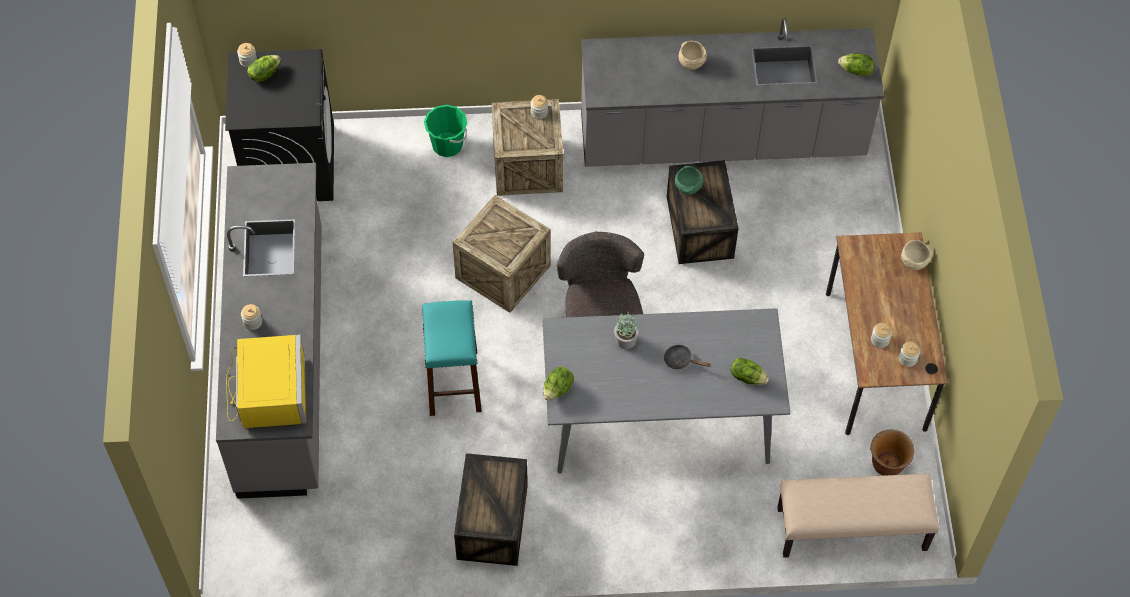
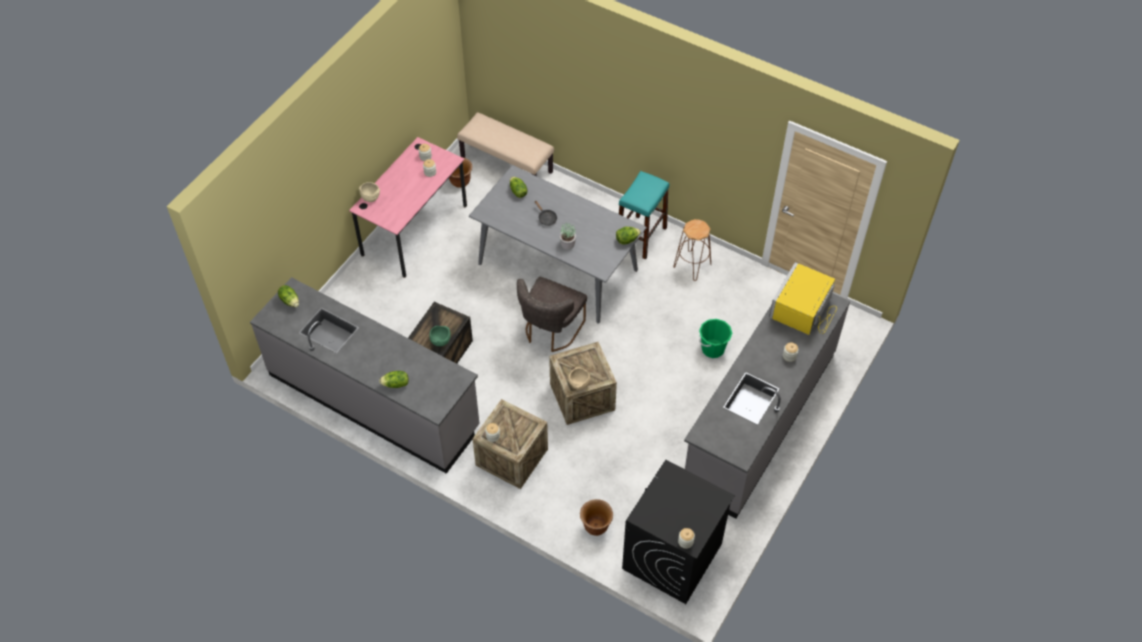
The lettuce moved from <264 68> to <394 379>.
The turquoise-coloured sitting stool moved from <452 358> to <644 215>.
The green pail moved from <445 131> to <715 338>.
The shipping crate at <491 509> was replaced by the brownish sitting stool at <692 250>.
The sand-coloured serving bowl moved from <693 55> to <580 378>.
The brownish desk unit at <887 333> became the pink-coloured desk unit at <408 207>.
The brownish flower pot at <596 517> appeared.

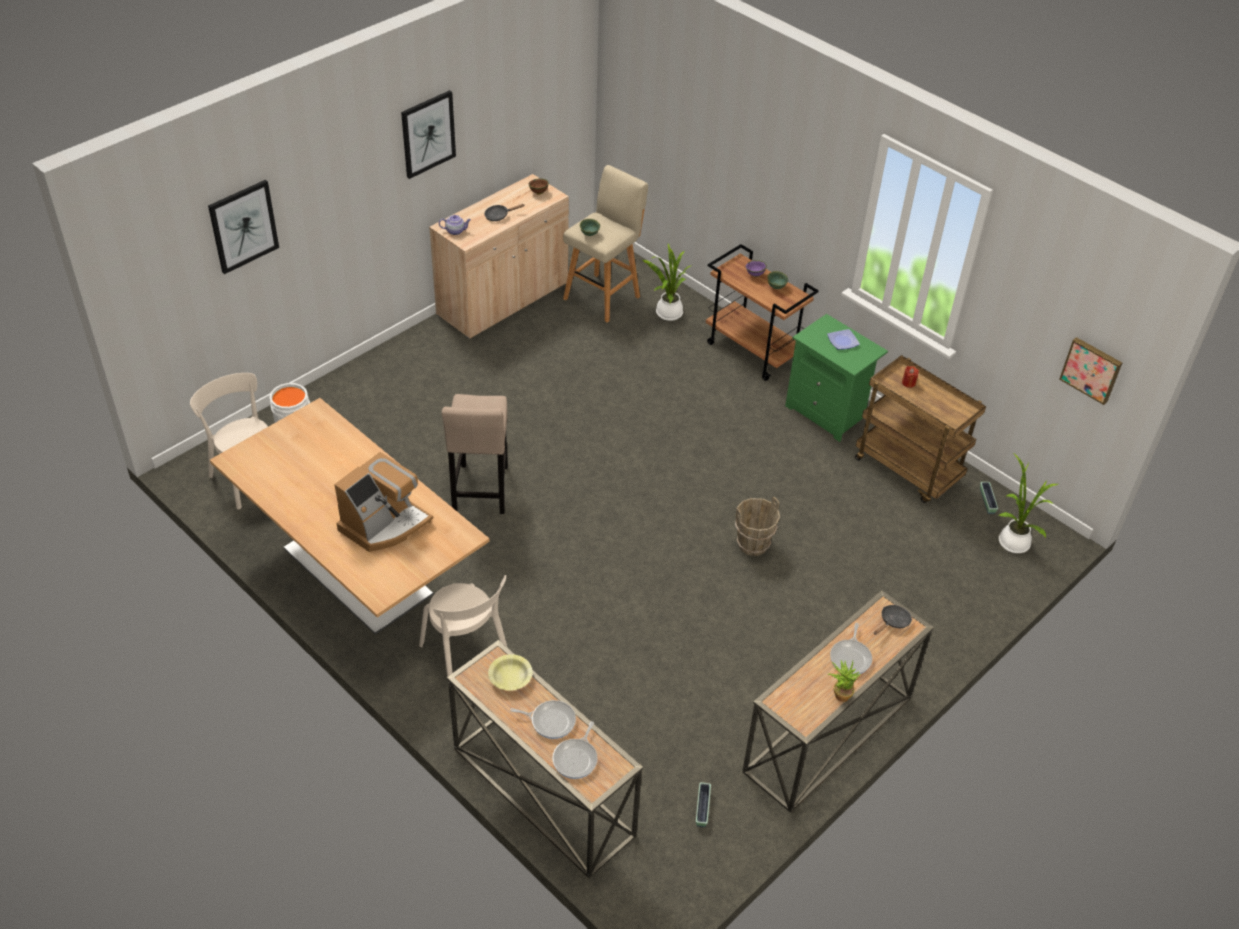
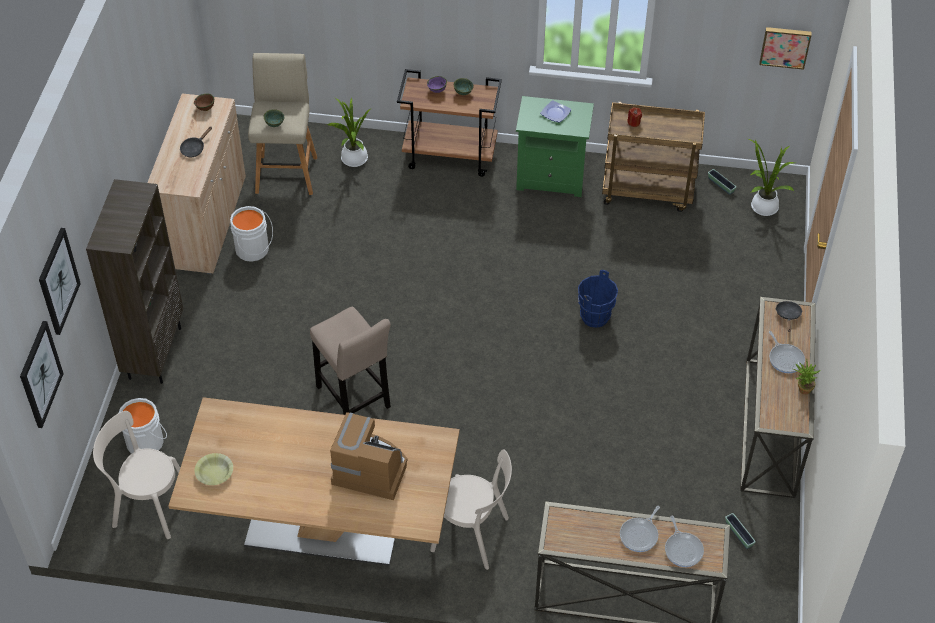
The coffee maker at <383 502> turned 75 degrees counterclockwise.
The wall picture moved from <428 134> to <42 374>.
The pot for tea at <455 225> disappeared.
The yellowish serving bowl moved from <510 672> to <213 469>.
The pan at <543 719> turned 150 degrees clockwise.
The brownish pail at <757 526> became the bluish pail at <598 299>.
The brownish bookshelf at <135 281> appeared.
The white-coloured pail at <251 234> appeared.

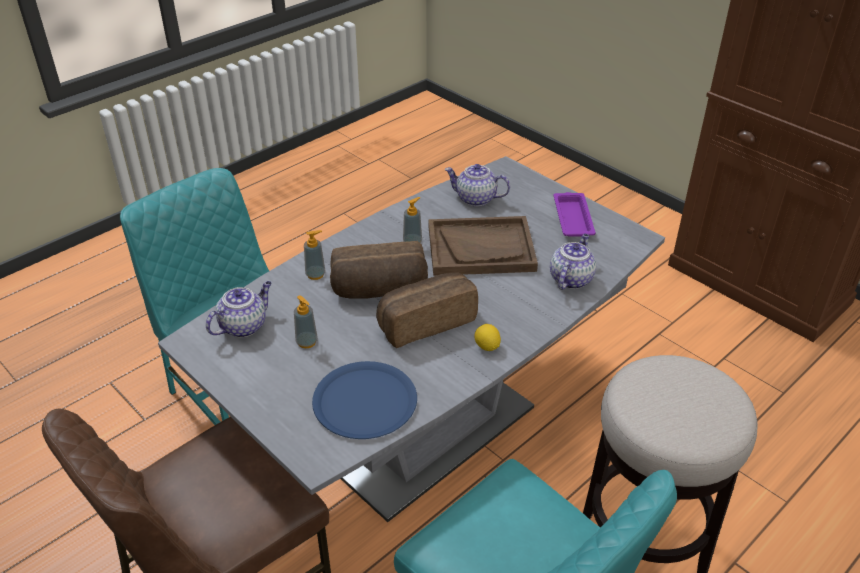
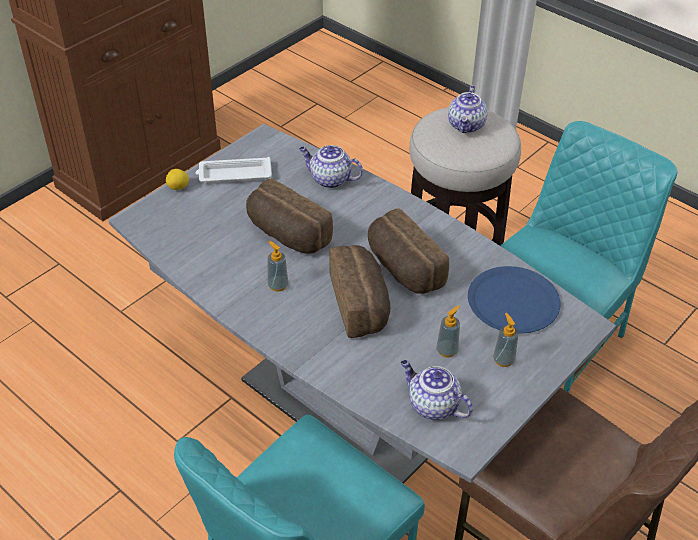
The soap bottle moved from <314 255> to <506 340>.
The brownish carrying tray at <483 246> was replaced by the baked bread at <289 216>.
The pot for tea moved from <477 185> to <467 109>.
The citrus fruit moved from <487 337> to <177 179>.
The purple-coloured carrying tray at <575 214> became the white-coloured carrying tray at <234 170>.

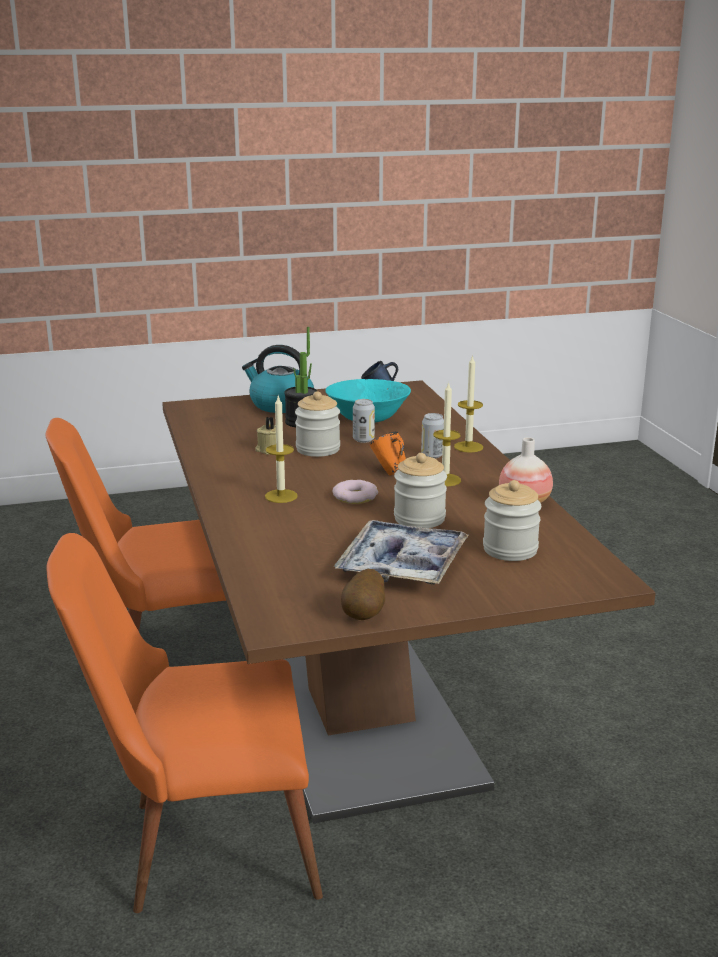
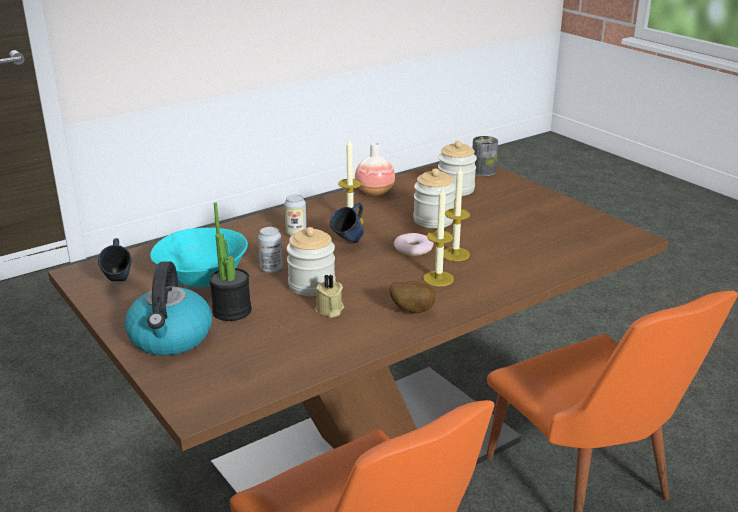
The carrying tray at <401 552> disappeared.
The spud moved from <363 594> to <413 297>.
The orange tea mug at <388 454> became the bluish tea mug at <347 223>.
The wax candle moved from <468 404> to <456 214>.
The sealed can at <485 156> appeared.

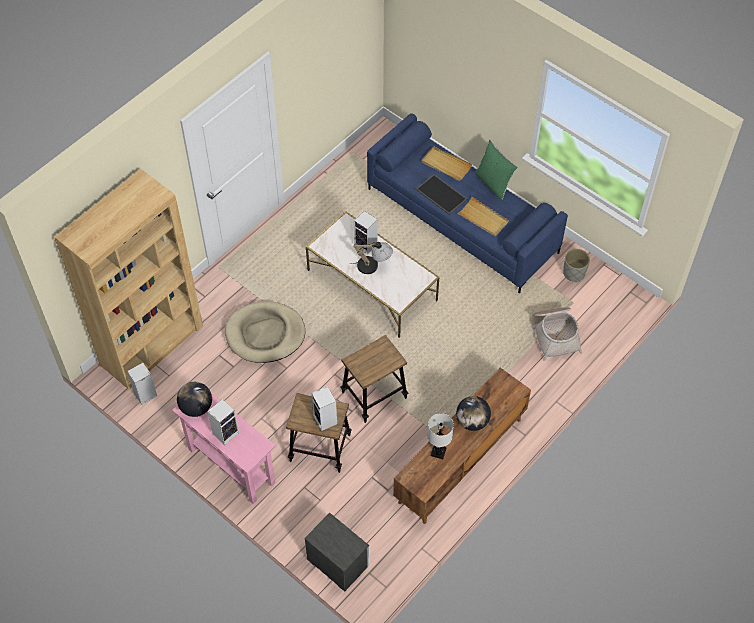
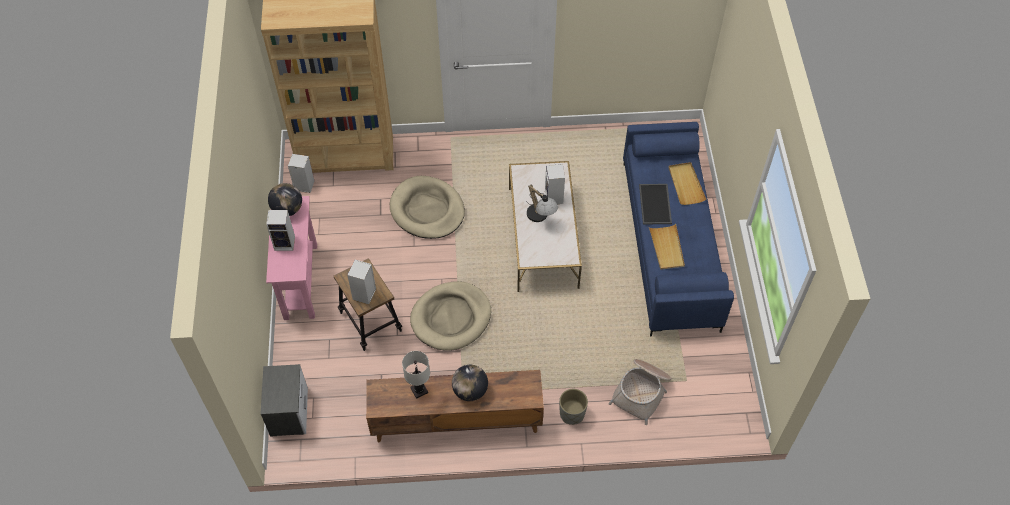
The sitting stool at <374 379> was replaced by the sand-coloured pet bed at <450 316>.
The green pillow at <496 170> disappeared.
The gray flower pot moved from <576 265> to <573 407>.

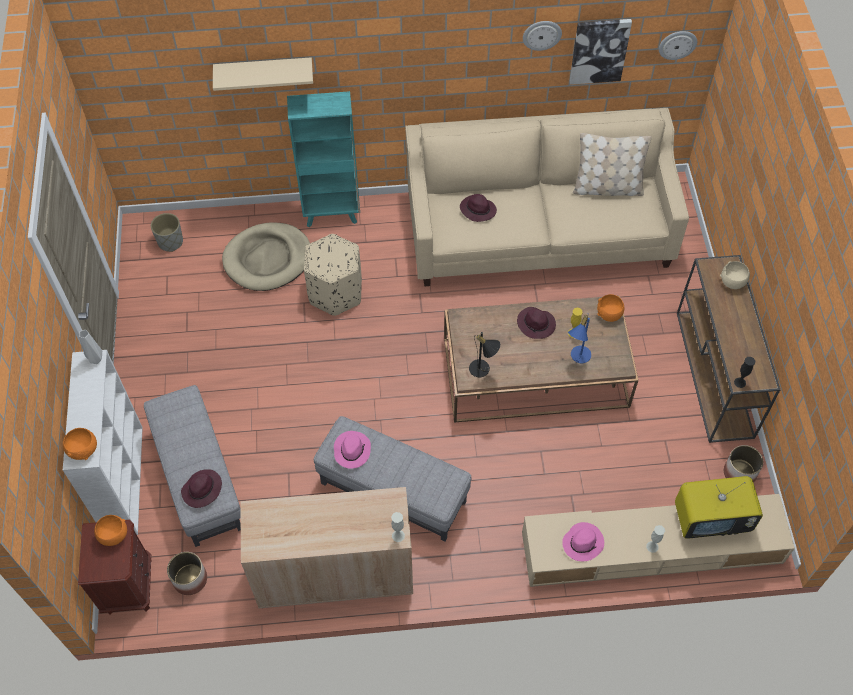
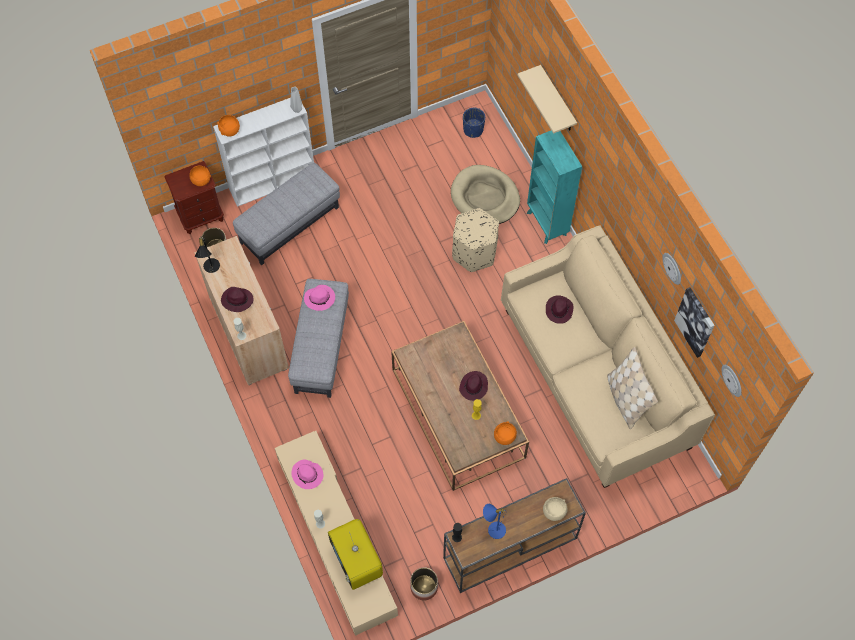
The gray flower pot at <167 232> became the bluish flower pot at <474 123>.
The purple-coloured wearable hat moved from <201 488> to <237 299>.
The black lamp for a table moved from <484 354> to <207 255>.
The bluish lamp for a table moved from <579 338> to <494 521>.

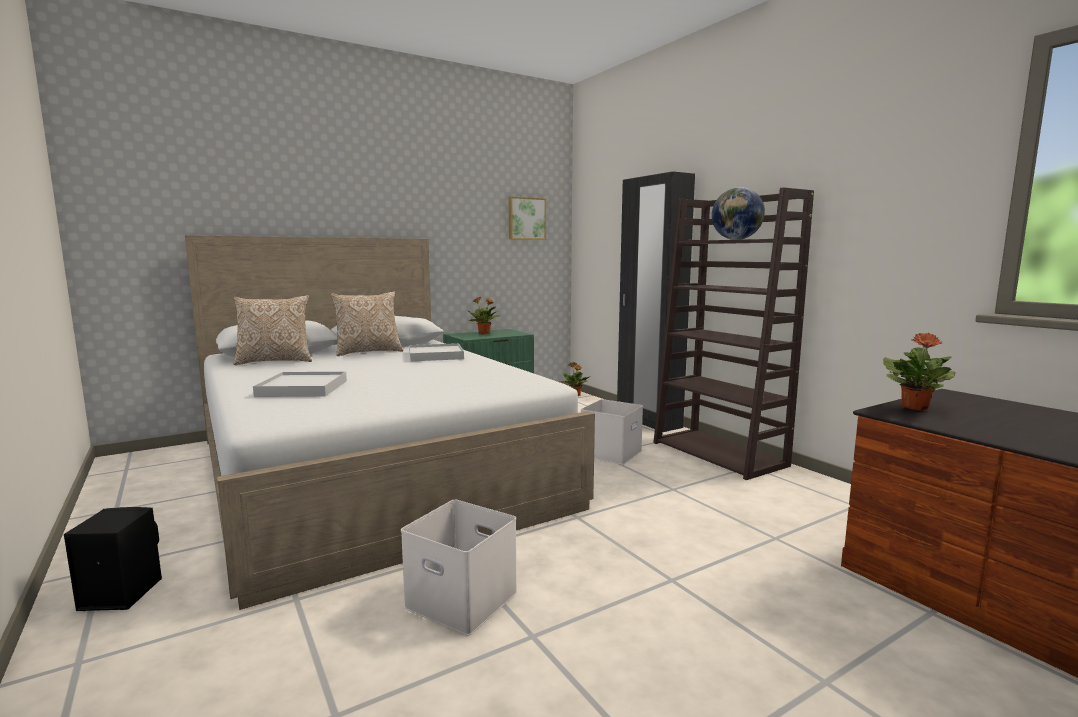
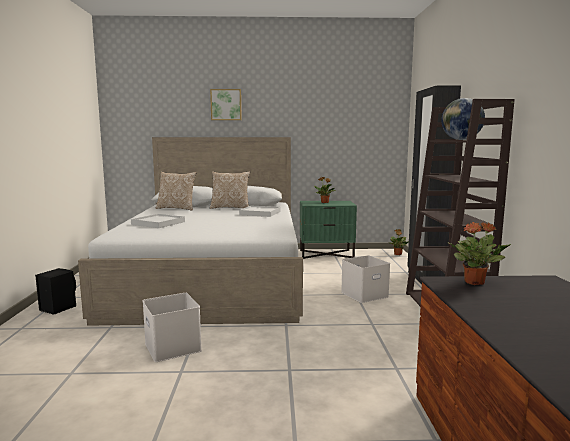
The wall picture moved from <527 218> to <226 104>.

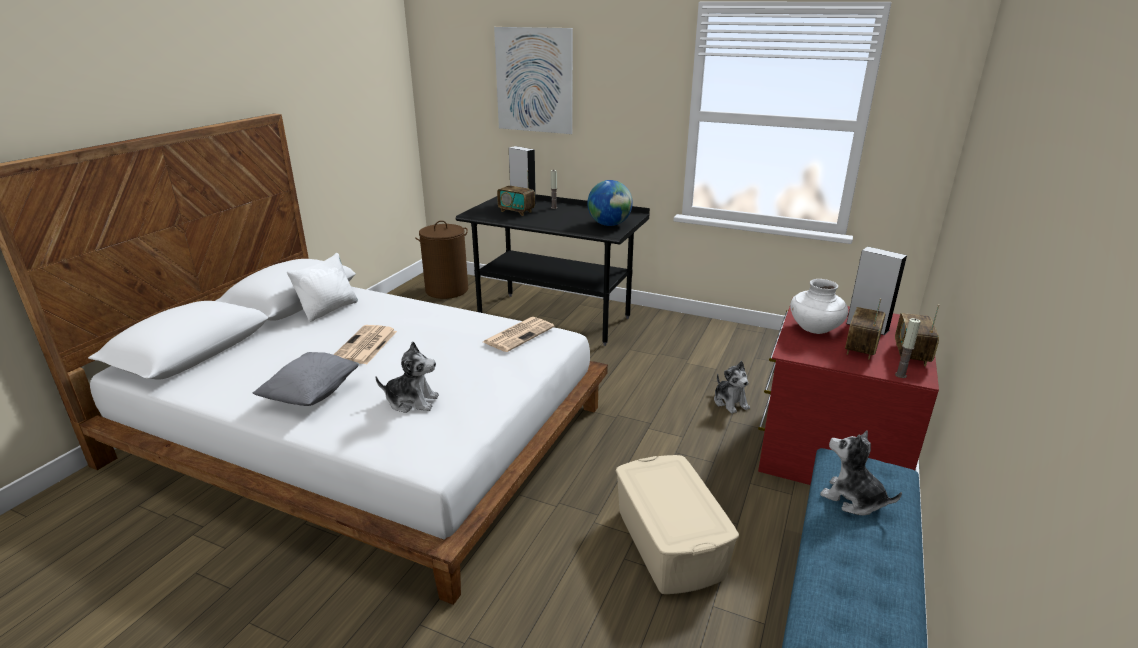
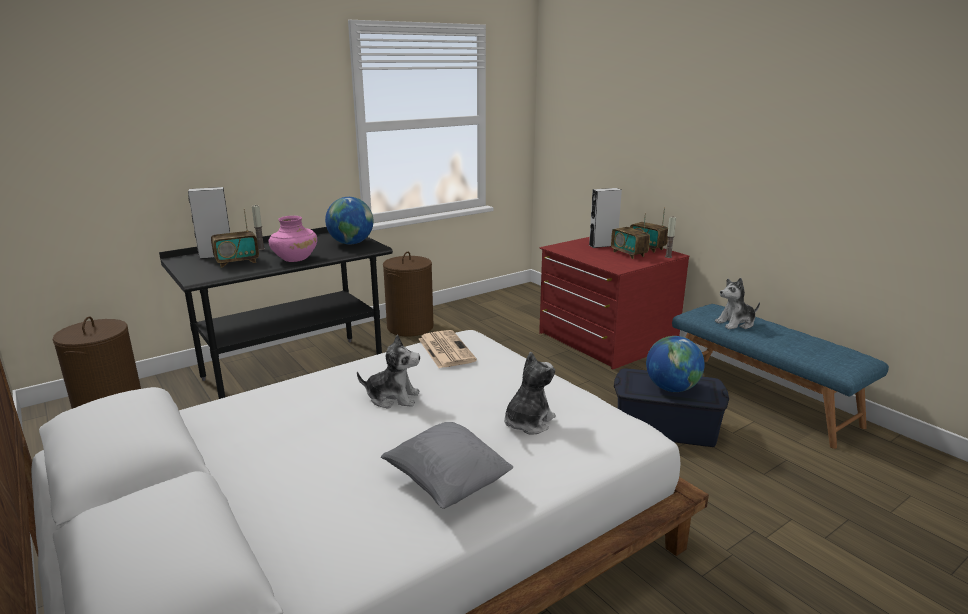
The white-coloured pillow at <322 287> disappeared.
The daily paper at <365 344> disappeared.
The wall picture at <533 80> disappeared.
The sand-coloured storage bin at <677 524> became the bluish storage bin at <671 407>.
The cuddly toy moved from <732 387> to <388 371>.
The white-coloured decorative vase at <819 306> disappeared.
The pink-coloured decorative vase at <293 239> appeared.
The brownish laundry basket at <408 294> appeared.
The globe at <675 364> appeared.

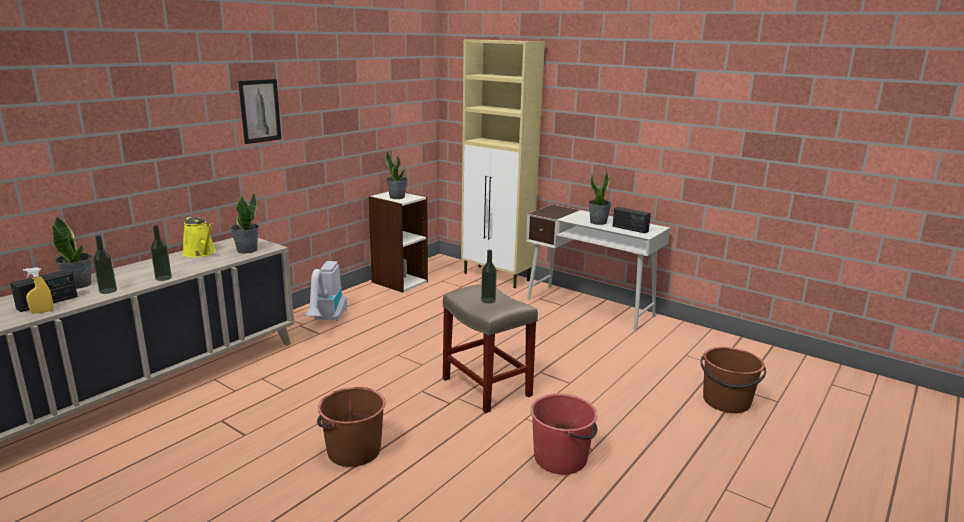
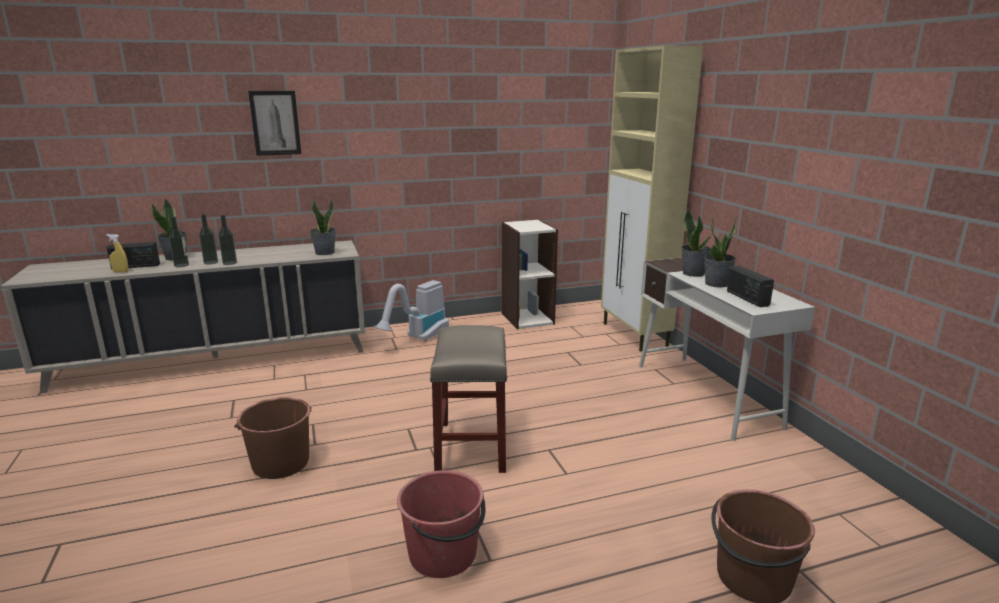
The yellowish sprinkling can at <199 237> disappeared.
The wall picture moved from <259 111> to <274 123>.
The plant in a pot moved from <396 175> to <696 243>.
The beverage bottle moved from <489 276> to <208 239>.

